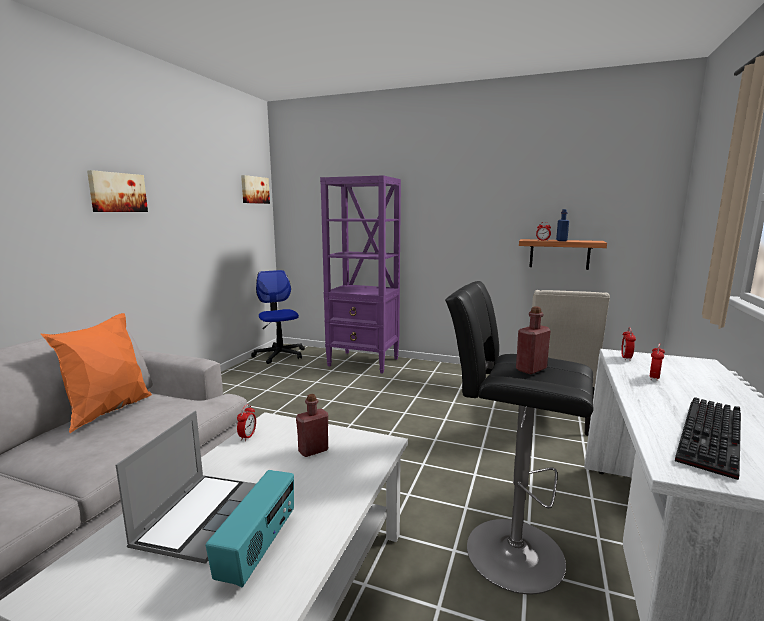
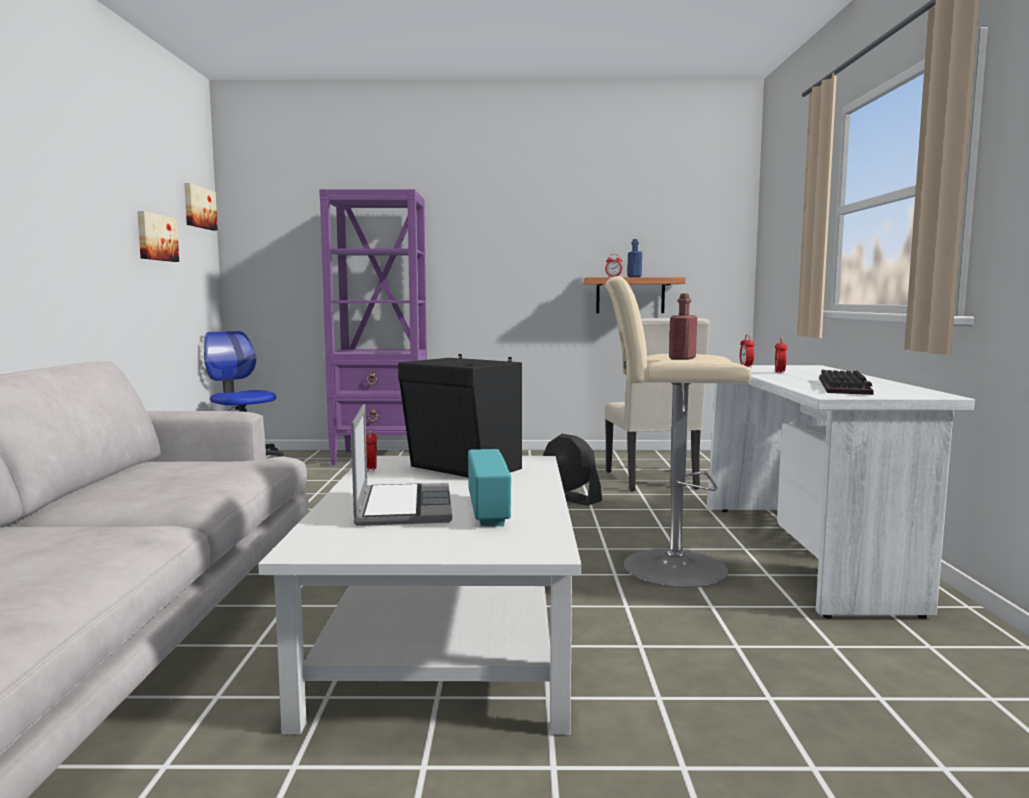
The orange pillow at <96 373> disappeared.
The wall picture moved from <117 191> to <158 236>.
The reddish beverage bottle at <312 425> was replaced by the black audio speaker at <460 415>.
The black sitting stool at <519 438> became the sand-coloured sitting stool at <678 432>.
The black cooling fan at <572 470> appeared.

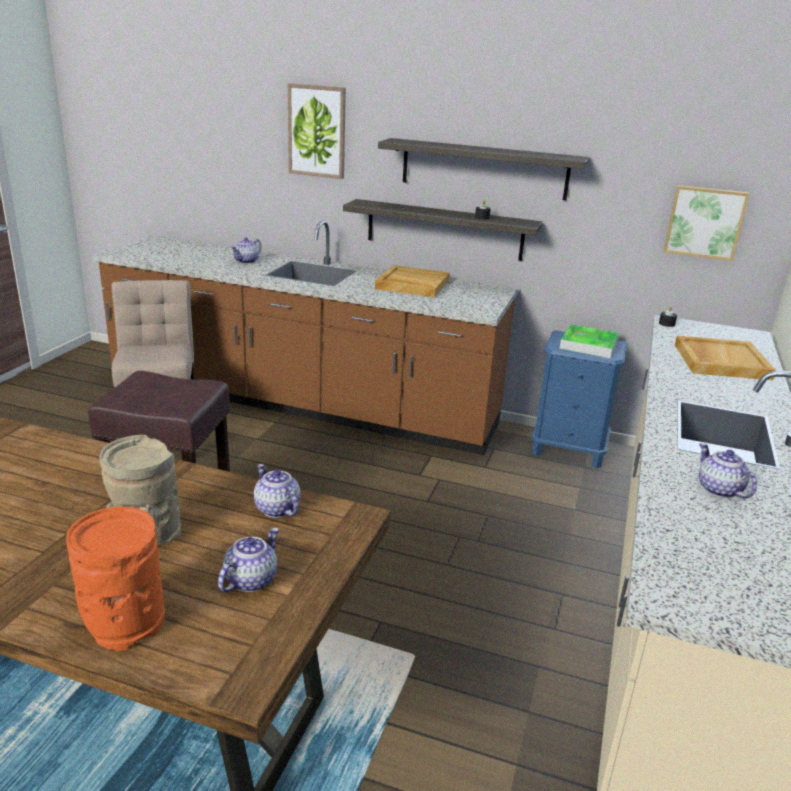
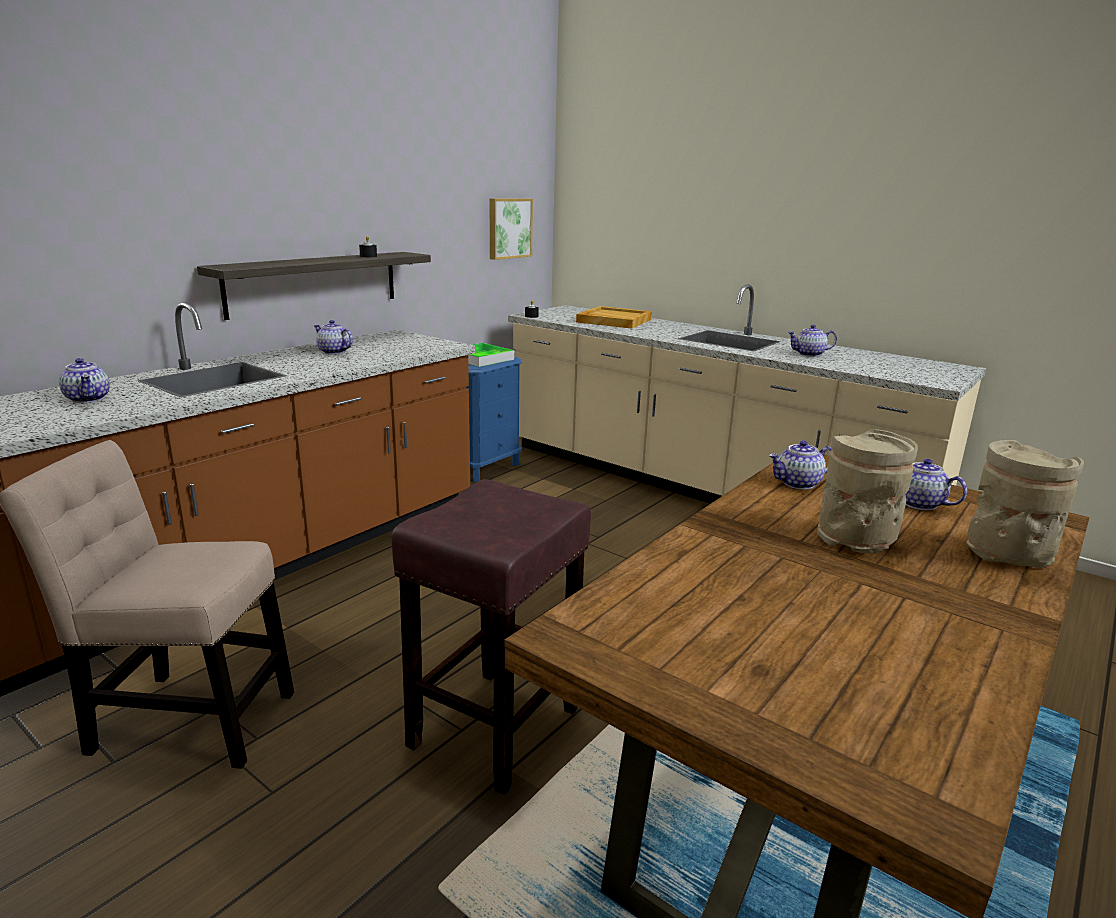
The orange decorative vase at <115 579> became the sand-coloured decorative vase at <1025 504>.
The wall picture at <317 131> disappeared.
The sand-coloured carrying tray at <412 281> was replaced by the pot for tea at <333 337>.
The shelf at <484 169> disappeared.

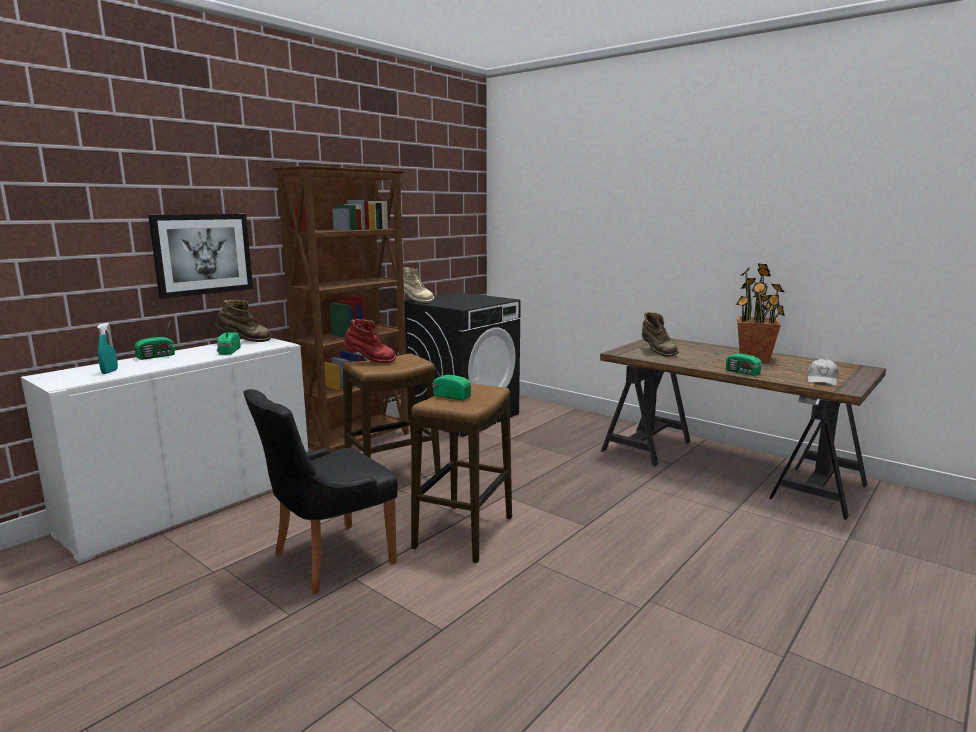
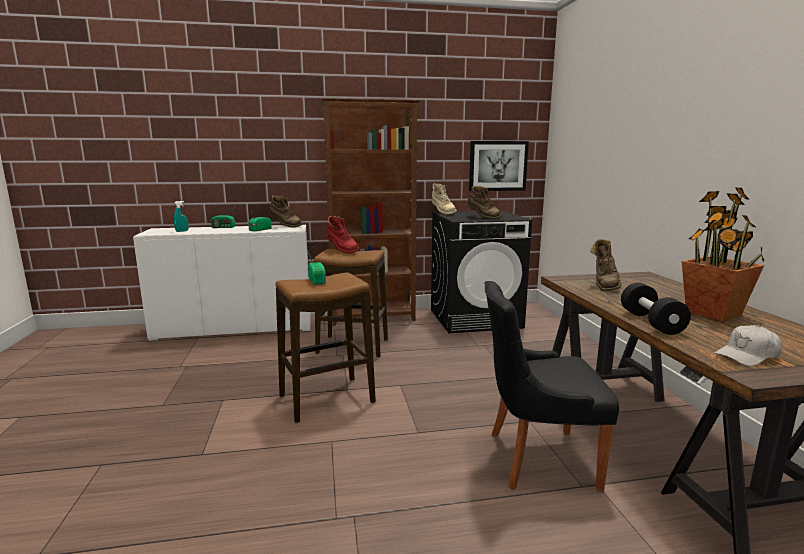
The wall picture moved from <200 256> to <499 166>.
The black plain chair moved from <320 491> to <551 386>.
The radio receiver at <746 360> was replaced by the black free weight at <656 309>.
The brownish tall boot at <484 202> appeared.

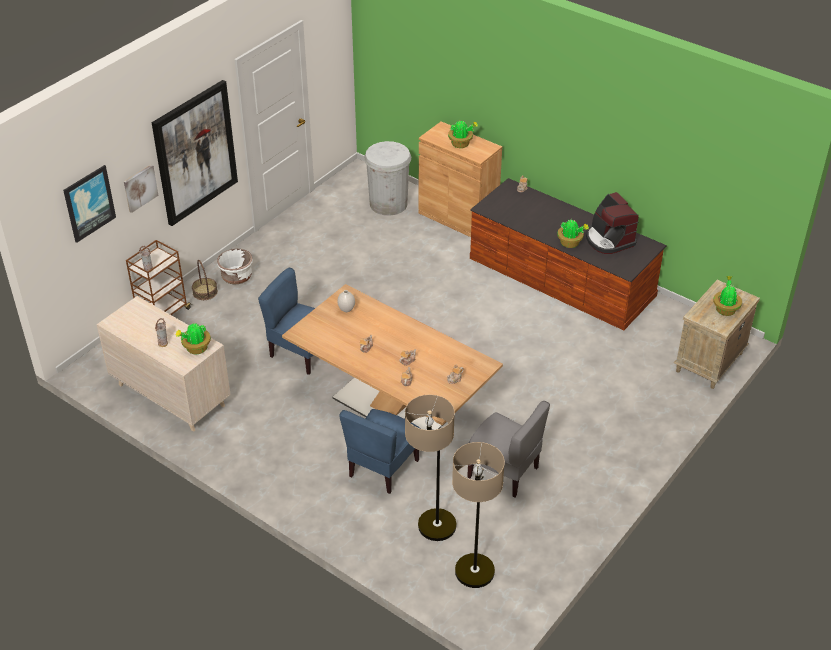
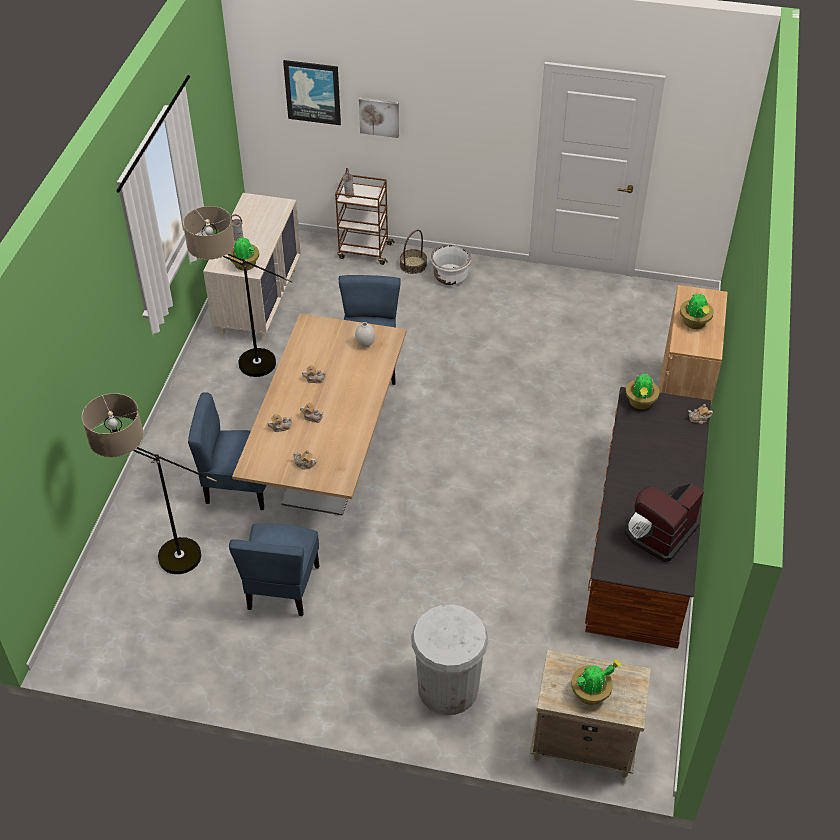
The wall picture at <195 153> disappeared.
The white-coloured waste bin moved from <387 178> to <449 659>.
The standard lamp moved from <478 515> to <238 291>.
The gray plain chair at <508 449> became the bluish plain chair at <274 569>.
The plant in a pot moved from <573 233> to <642 390>.

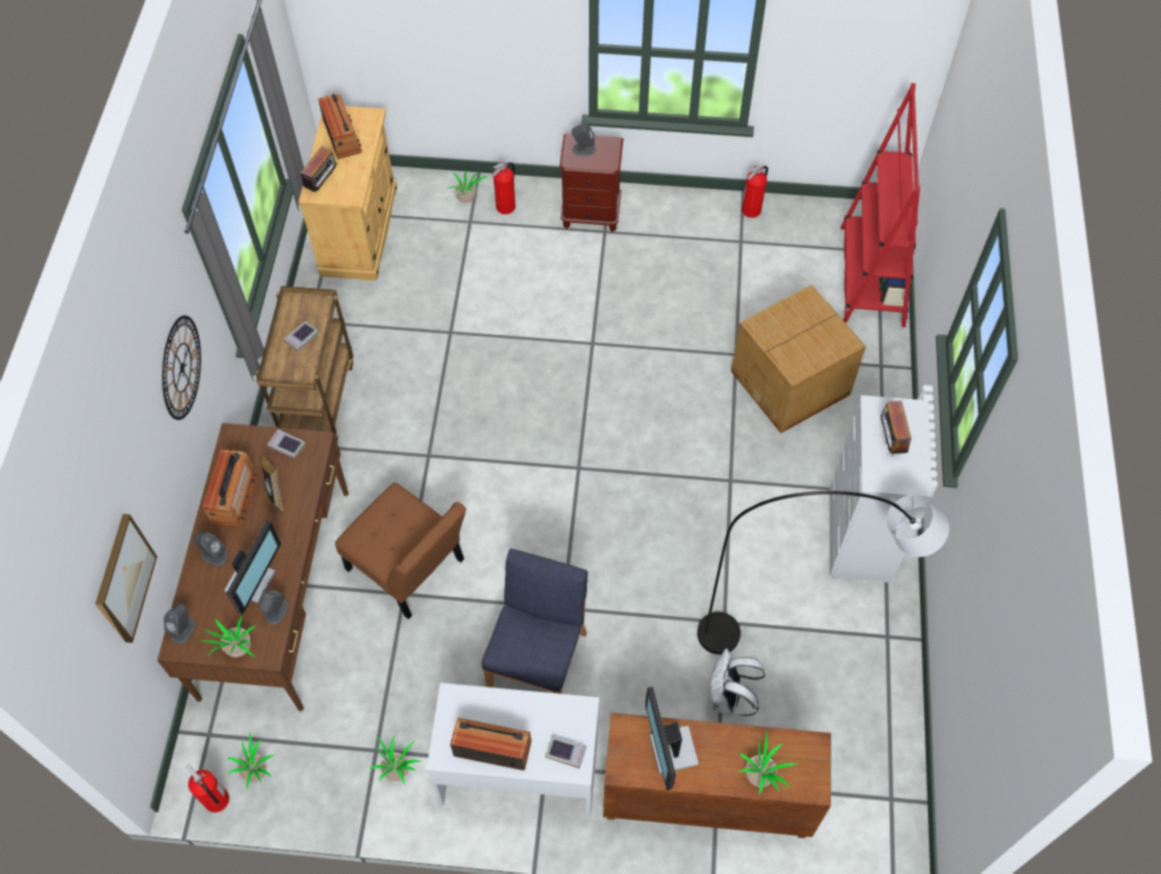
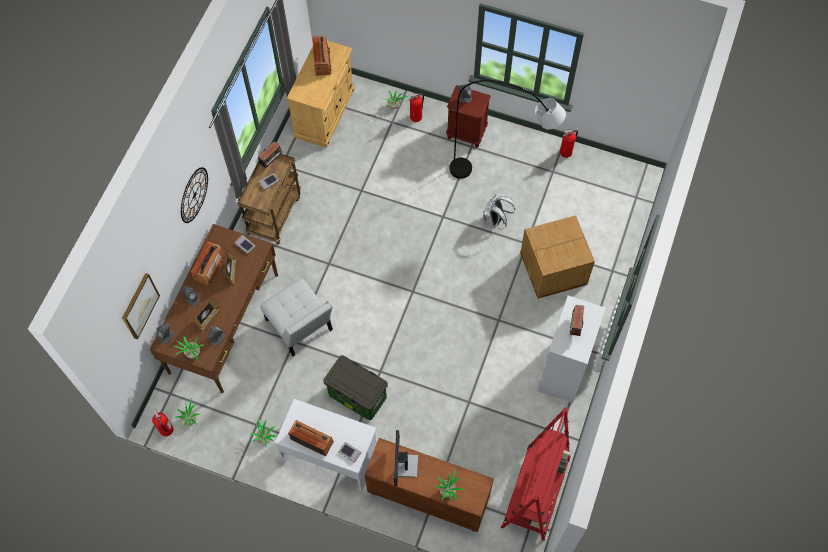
The computer screen at <252 567> was replaced by the picture frame at <207 314>.
The radio receiver moved from <320 169> to <271 154>.
The brownish plain chair at <400 551> became the white-coloured plain chair at <296 317>.
The bluish plain chair at <535 621> was replaced by the storage bin at <355 387>.
The gray standard lamp moved from <823 572> to <507 129>.
The white-coloured backpack moved from <736 682> to <499 210>.
The reddish bookshelf moved from <880 205> to <535 474>.

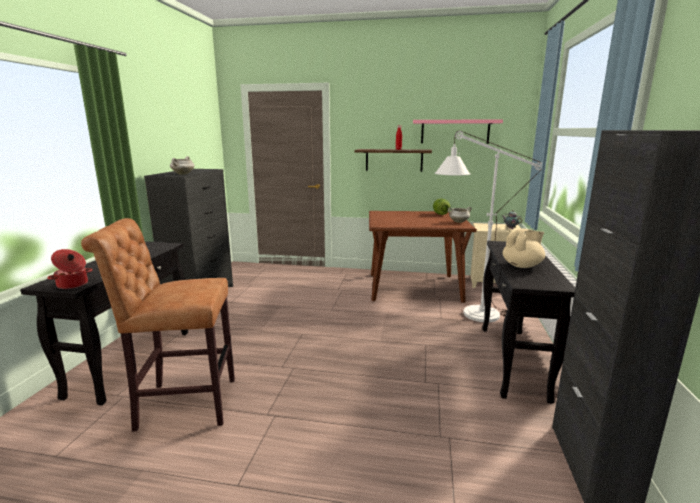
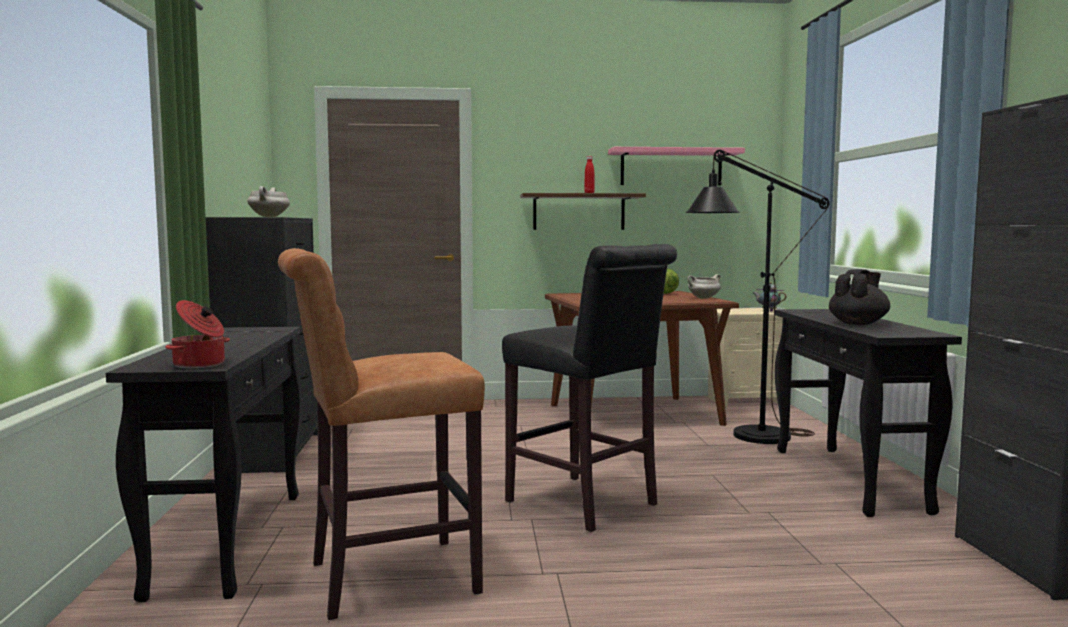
The white-coloured standard lamp at <488 226> became the black standard lamp at <757 297>.
The sand-coloured pot for tea at <524 248> became the black pot for tea at <859 297>.
The black sitting stool at <589 388> appeared.

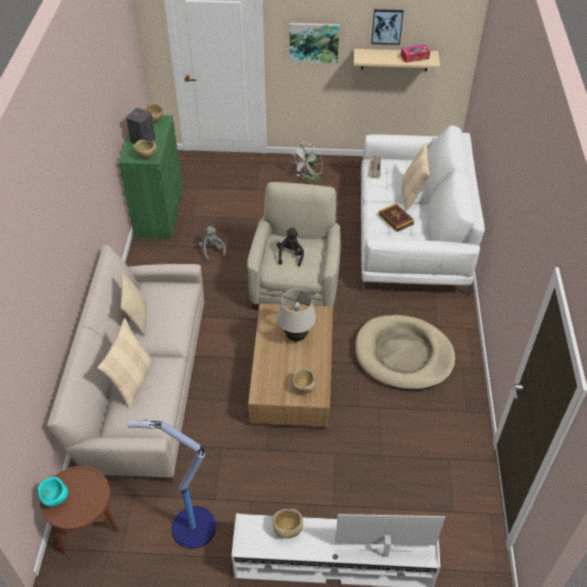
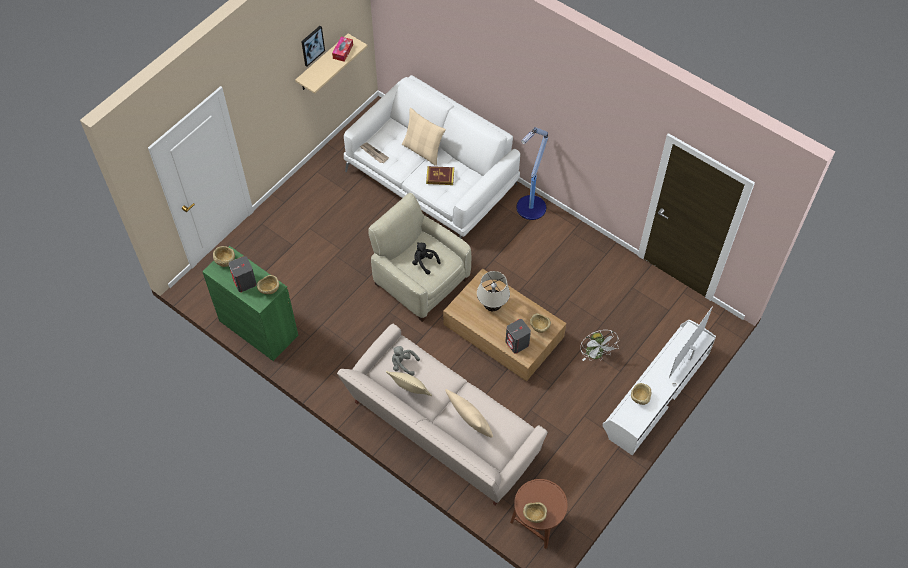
The turquoise-coloured serving bowl at <53 492> became the sand-coloured serving bowl at <535 512>.
The standard lamp moved from <172 484> to <532 173>.
The gray cuddly toy moved from <212 243> to <406 361>.
The wall picture at <314 43> disappeared.
The white-coloured cooling fan moved from <307 163> to <599 345>.
The sand-coloured pet bed at <405 352> disappeared.
The gray audio speaker at <518 336> appeared.

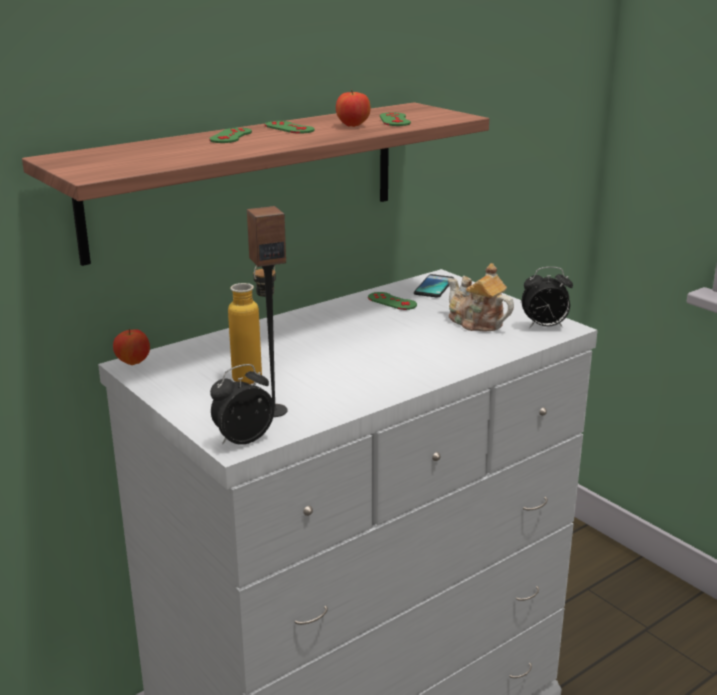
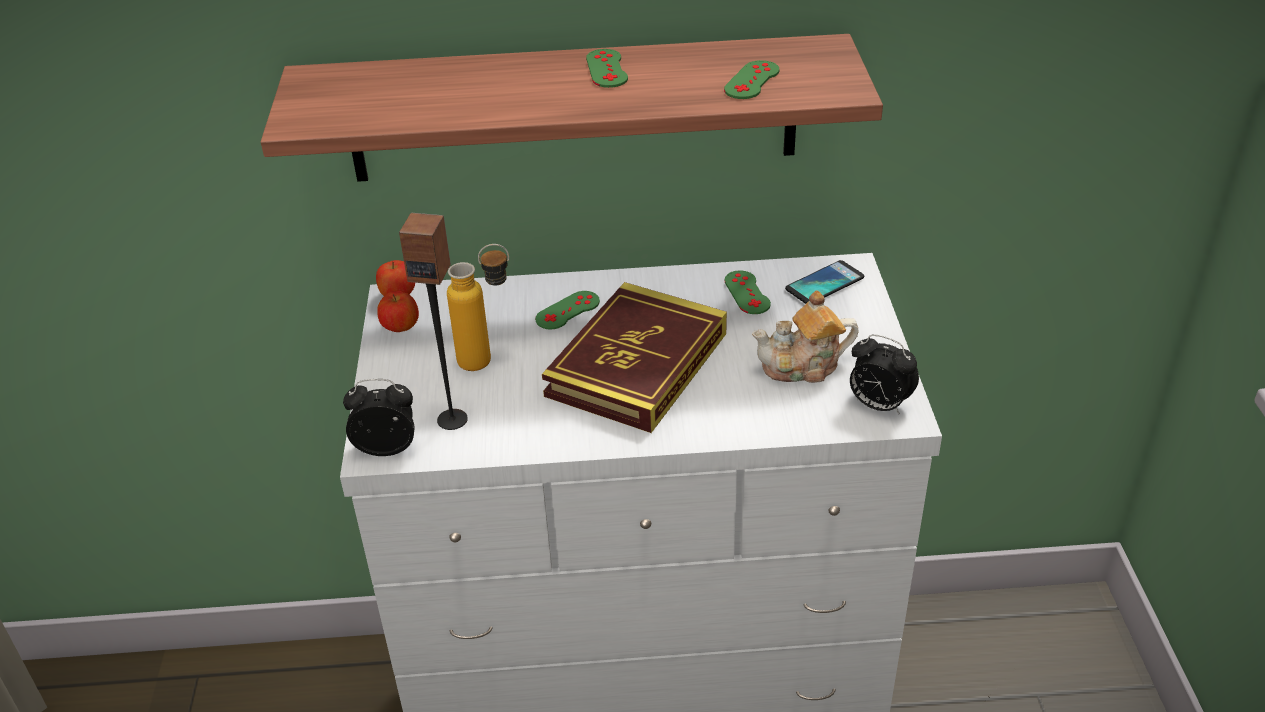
The green game controller moved from <230 135> to <567 310>.
The apple moved from <353 108> to <398 311>.
The pot for tea at <481 297> turned 90 degrees counterclockwise.
The book at <634 357> appeared.

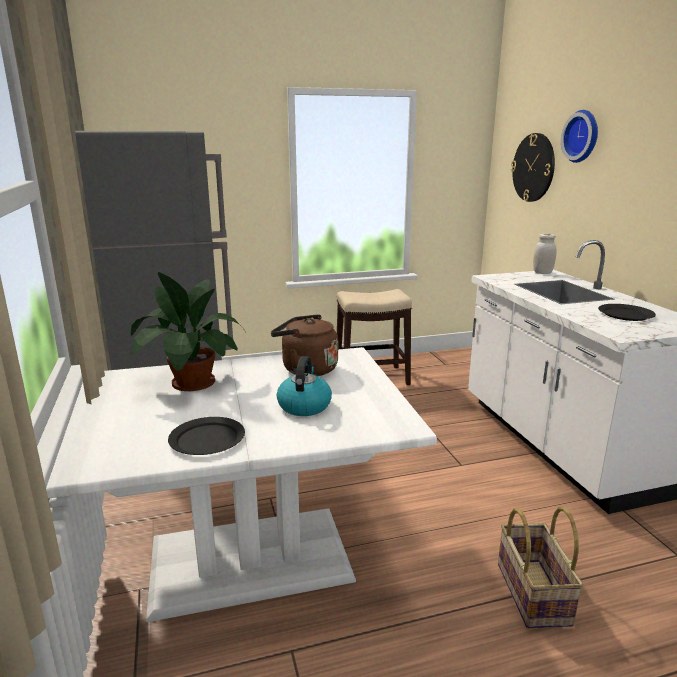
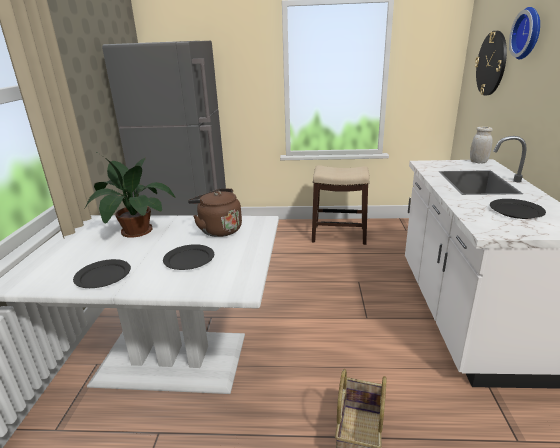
The tea kettle at <304 386> was replaced by the black flat dish at <188 257>.

